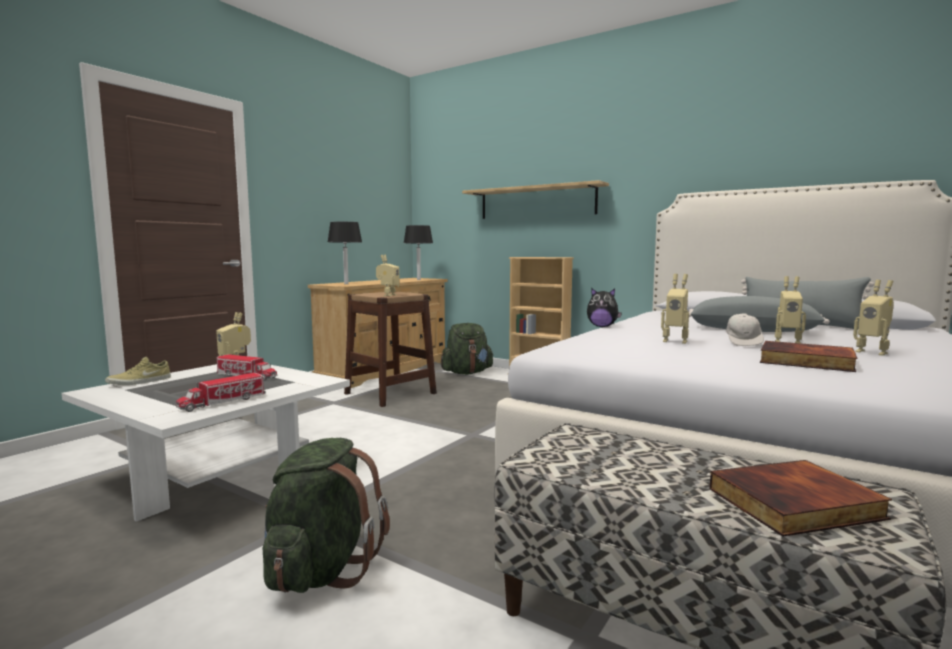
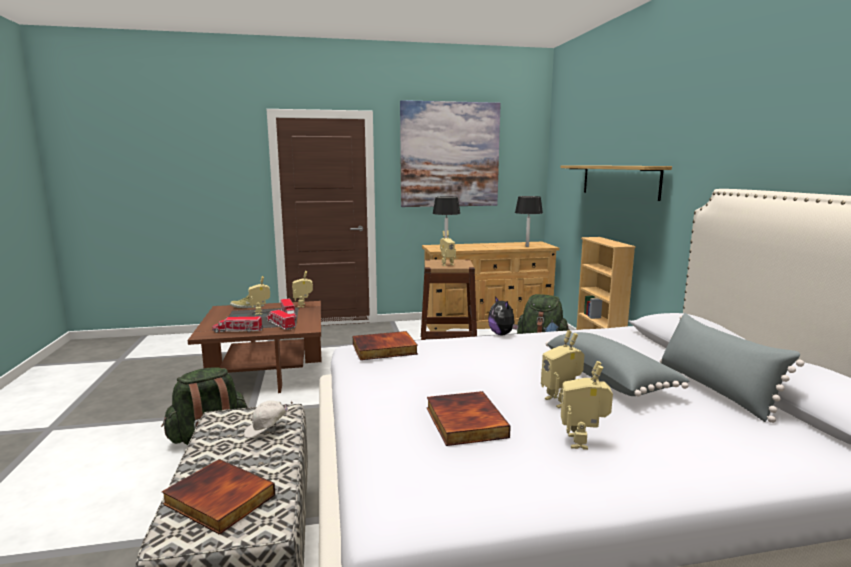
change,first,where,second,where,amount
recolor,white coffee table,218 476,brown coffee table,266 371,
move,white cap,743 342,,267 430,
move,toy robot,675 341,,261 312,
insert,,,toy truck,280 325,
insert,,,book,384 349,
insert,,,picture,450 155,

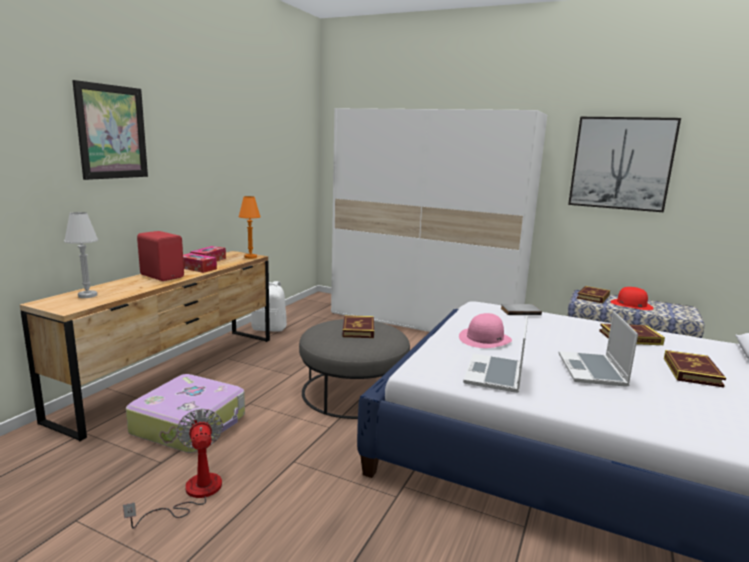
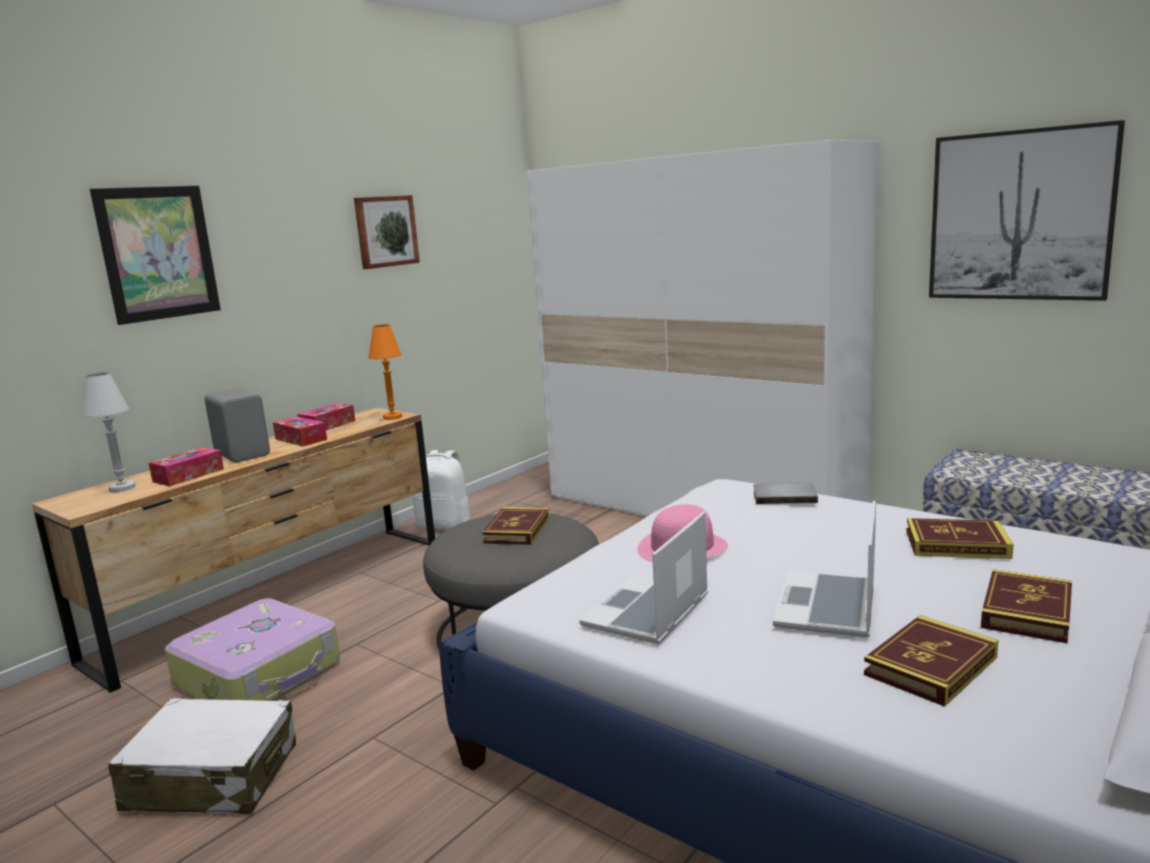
change,first,where,second,where,amount
replace,fan,192 494,white suitcase,212 777,
insert,,,tissue box,188 475,
recolor,red speaker,162 276,grey speaker,243 454,
insert,,,picture,385 231,
move,book,593 297,,931 666,
delete,red hat,631 304,,,

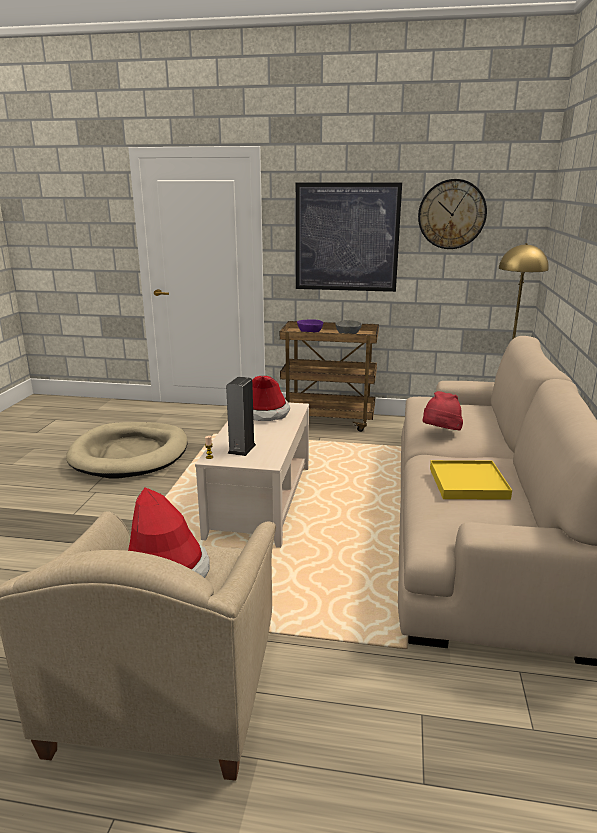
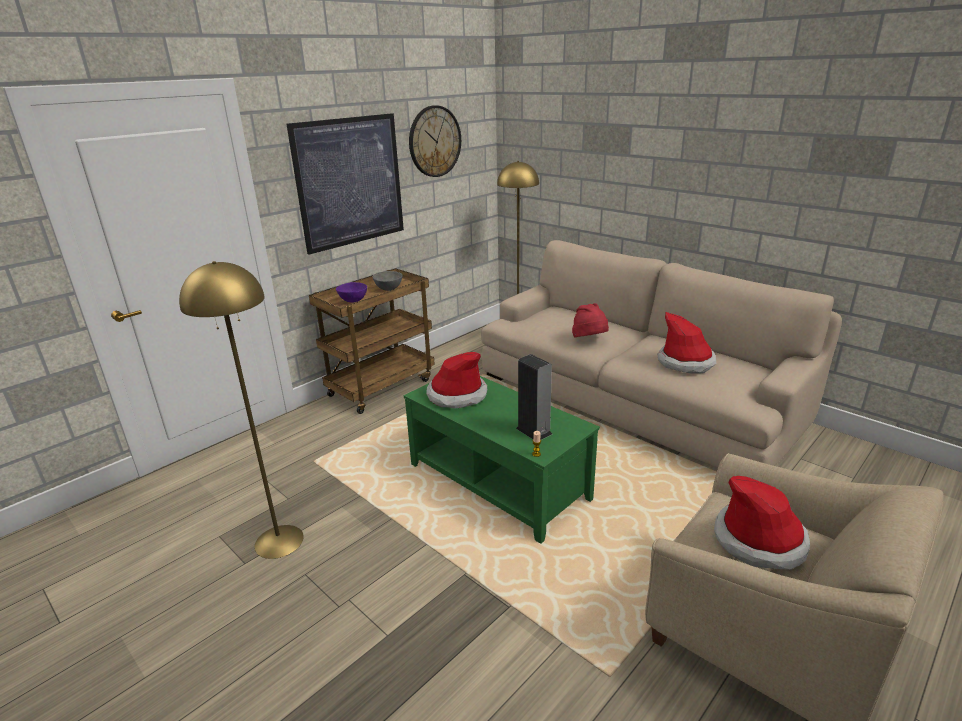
change,first,where,second,where,amount
replace,beige dog bed,130 454,yellow floor lamp,279 541,
recolor,beige coffee table,260 501,green coffee table,498 482,
replace,yellow tray,468 483,hat,686 362,

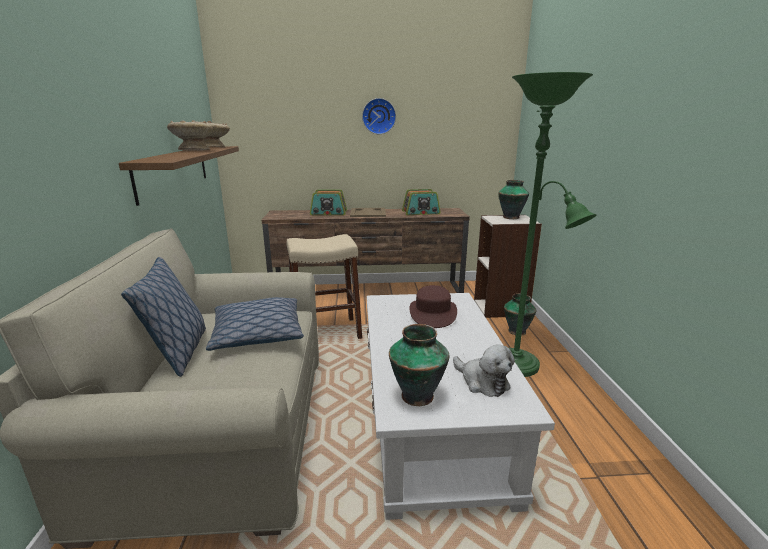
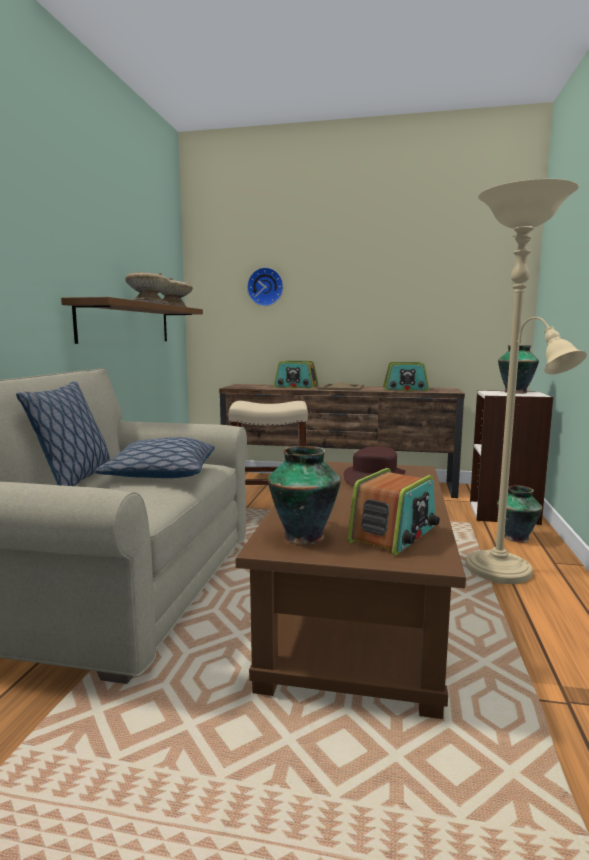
change,first,where,second,where,amount
recolor,white coffee table,432 419,brown coffee table,358 609,
move,wall clock,379 116,,265 287,
replace,plush toy,482 382,radio,393 534,
recolor,green floor lamp,520 367,beige floor lamp,504 573,

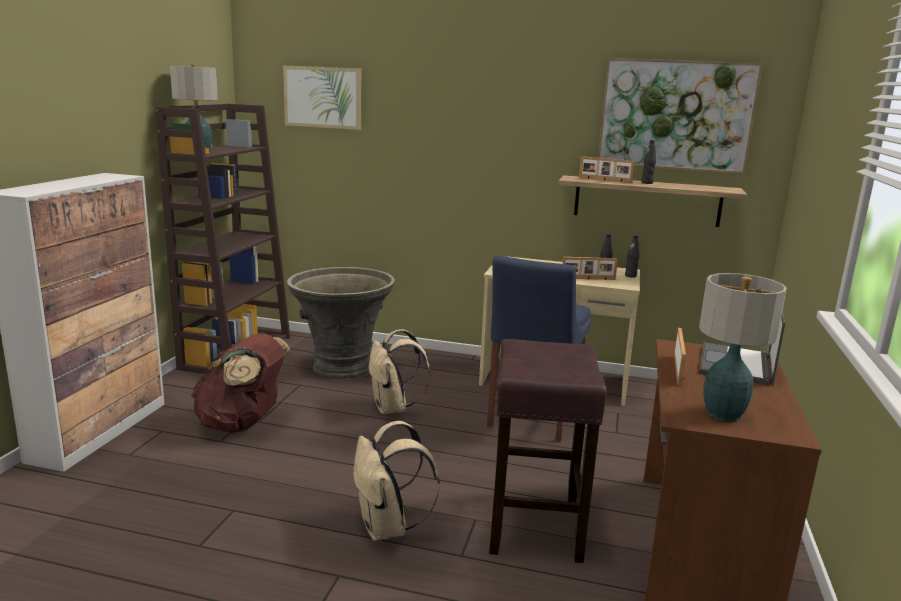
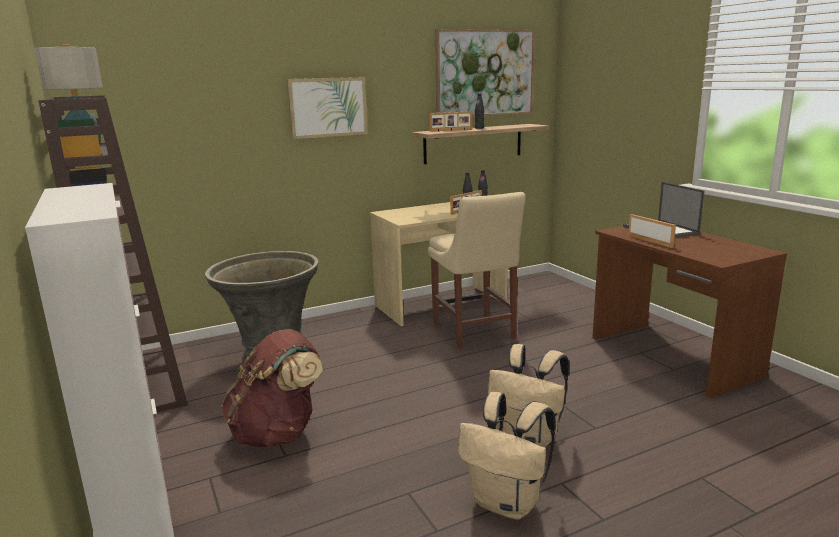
change,first,where,second,where,amount
move,picture,323 97,,328 107,
recolor,blue chair,531 419,beige chair,475 333,
move,beige backpack,393 408,,507 503,
delete,brown stool,534 524,,,
delete,table lamp,724 413,,,

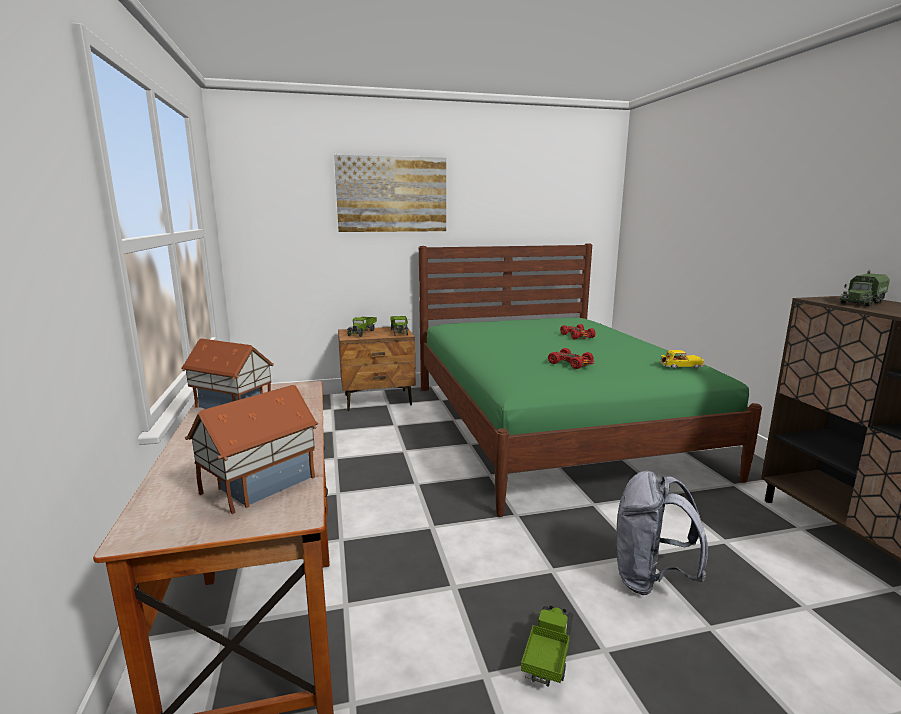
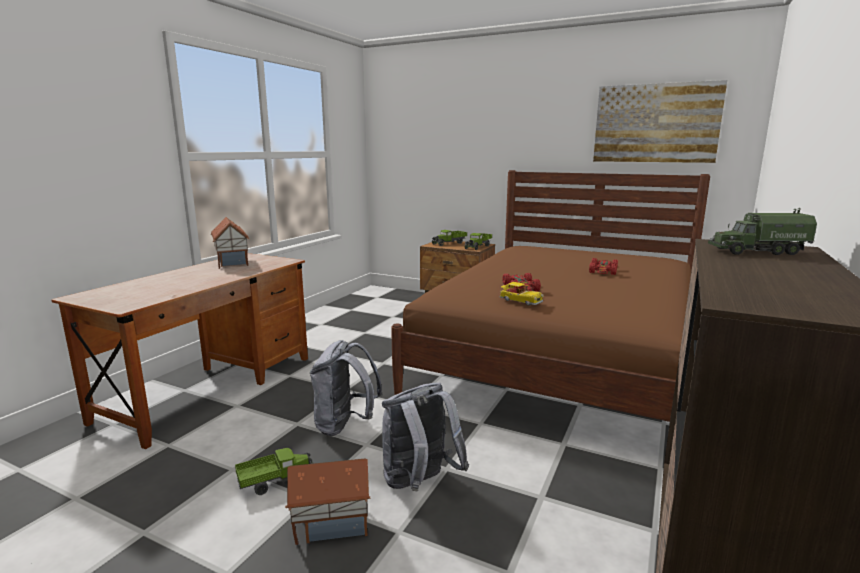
change,first,where,second,where,amount
move,toy house,258 485,,331 523,
insert,,,grey backpack,345 426,
recolor,green bed,551 426,brown bed,563 360,
move,toy car,680 366,,520 301,
move,picture,392 194,,655 123,

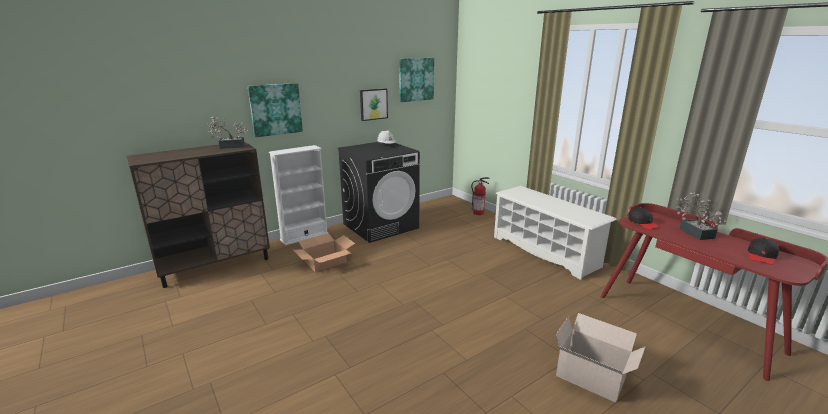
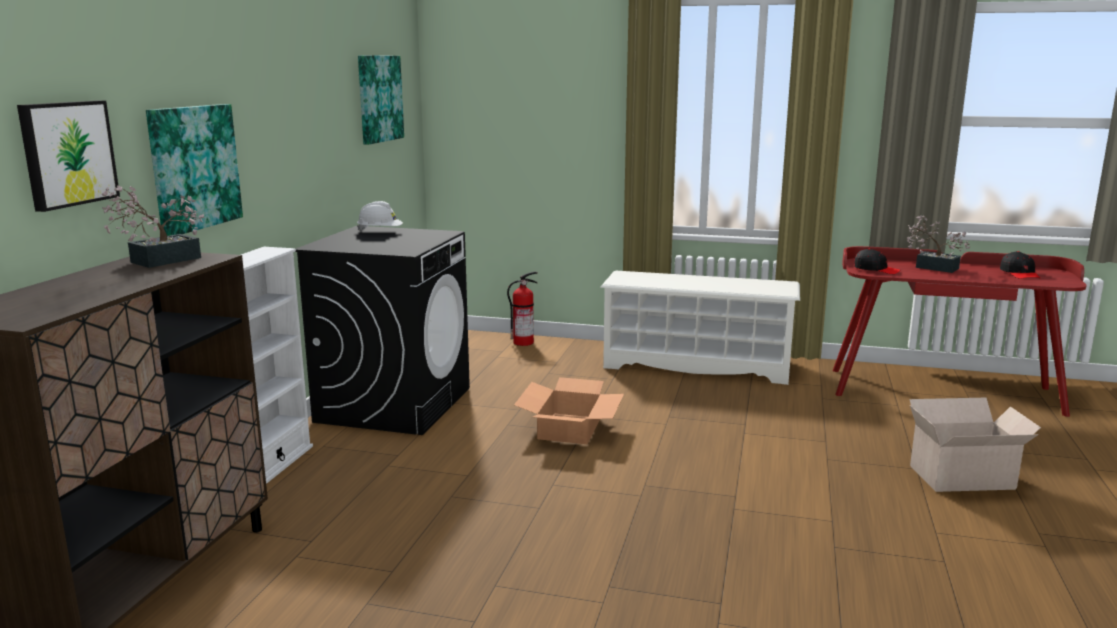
change,first,where,second,where,amount
move,picture,373 104,,67 153,
move,cardboard box,325 261,,569 428,

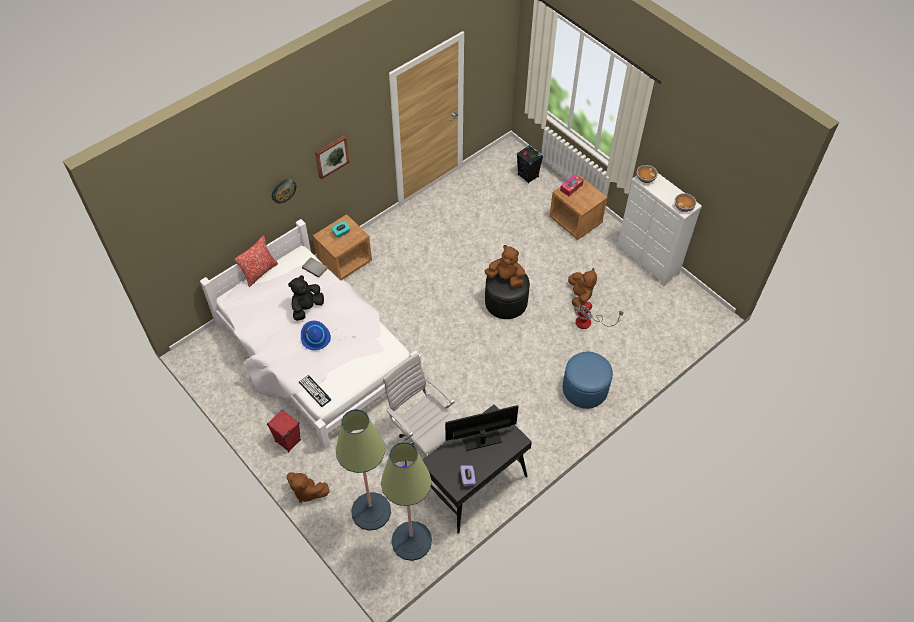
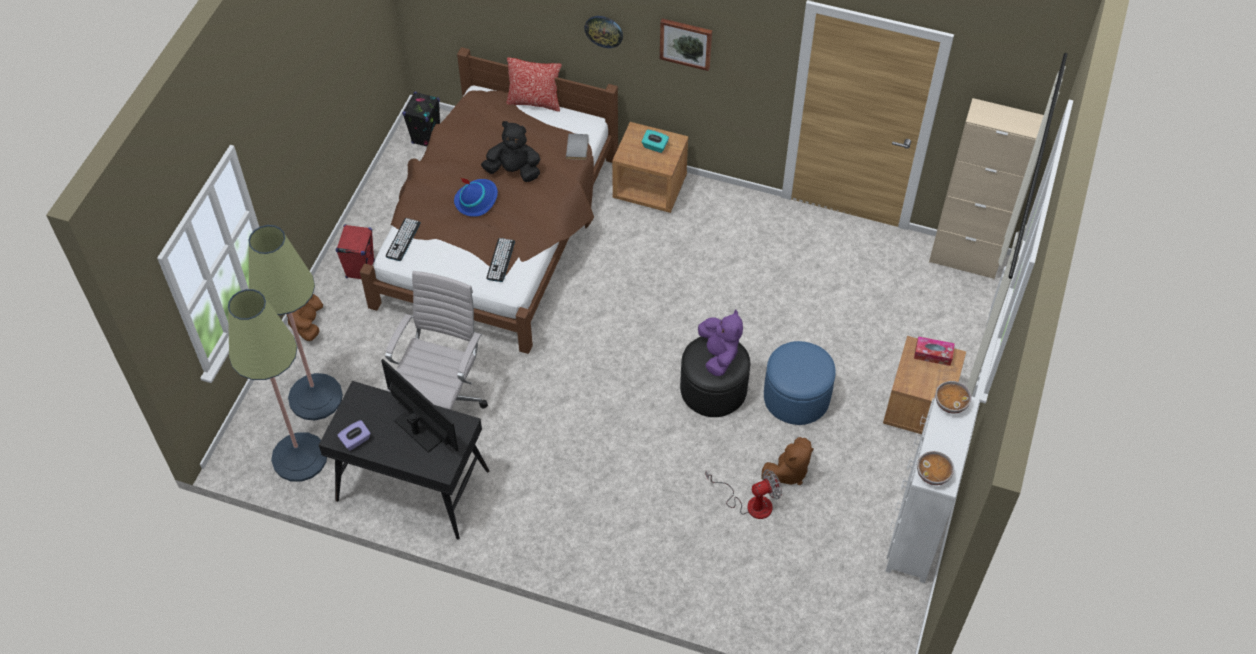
change,first,where,second,where,amount
recolor,white bed,316 353,brown bed,496 232,
move,black speaker,528 176,,426 138,
insert,,,keyboard,500 260,
recolor,brown plush toy,506 278,purple plush toy,719 355,
rotate,fan,589 322,,750 503,150 degrees clockwise
move,blue ottoman,585 389,,796 397,
insert,,,beige cabinet,964 259,

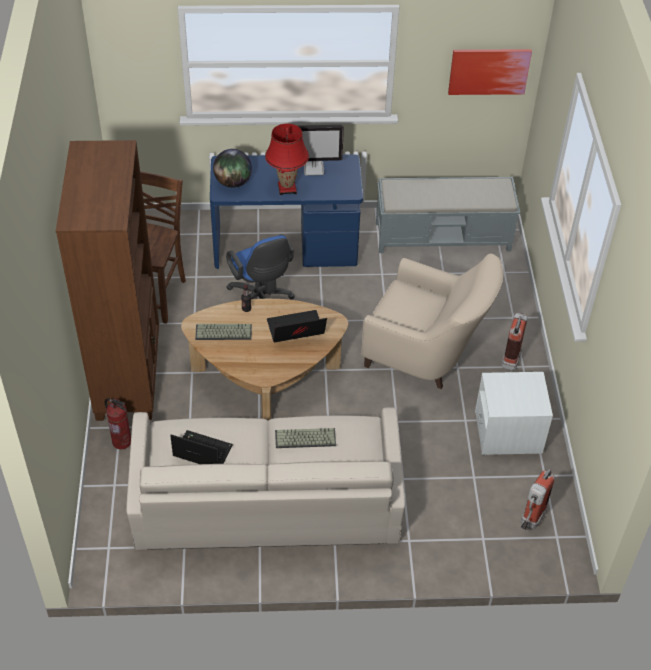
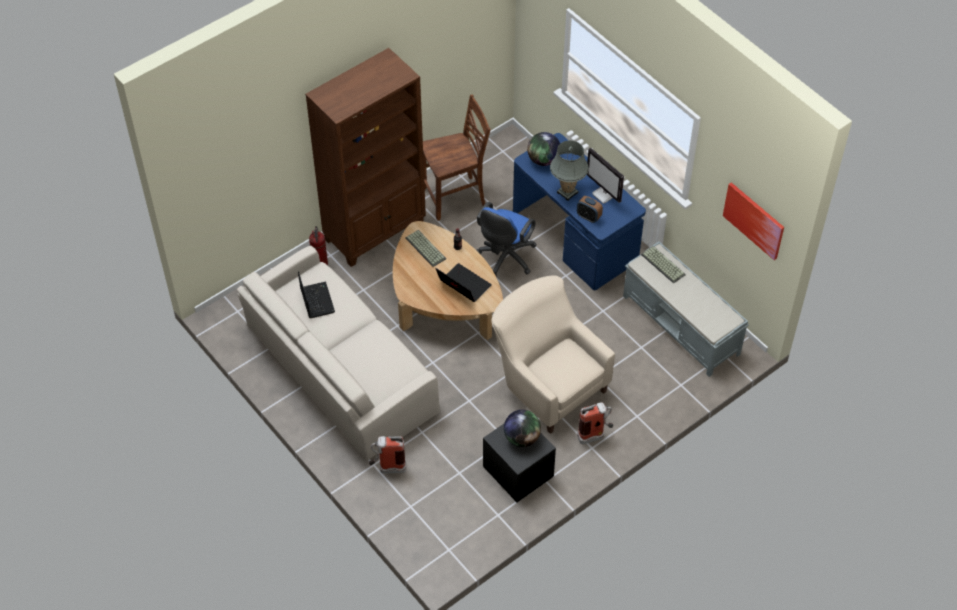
change,first,where,second,where,amount
move,fire extinguisher,530 521,,387 468,
recolor,white nightstand,508 433,black nightstand,518 472,
rotate,beige armchair,427 355,,547 383,150 degrees clockwise
insert,,,globe,522 438,
recolor,red table lamp,287 188,grey table lamp,567 192,
insert,,,alarm clock,588 217,
move,keyboard,304 439,,662 265,

